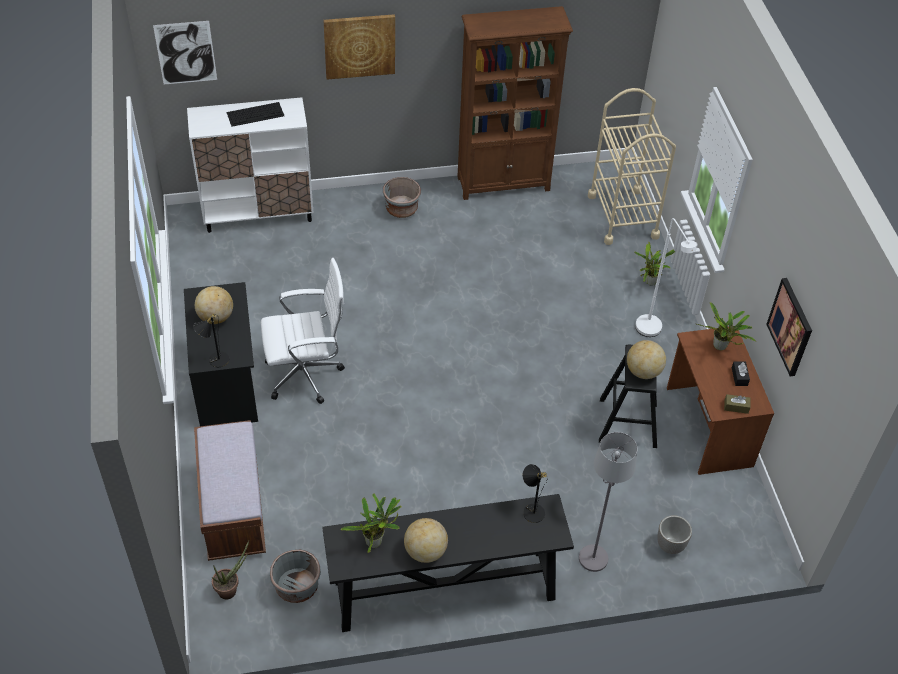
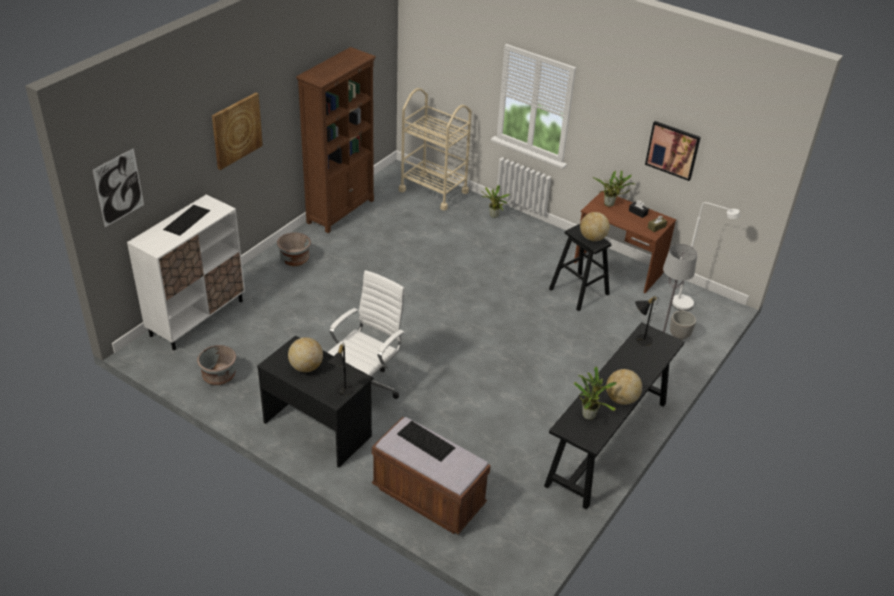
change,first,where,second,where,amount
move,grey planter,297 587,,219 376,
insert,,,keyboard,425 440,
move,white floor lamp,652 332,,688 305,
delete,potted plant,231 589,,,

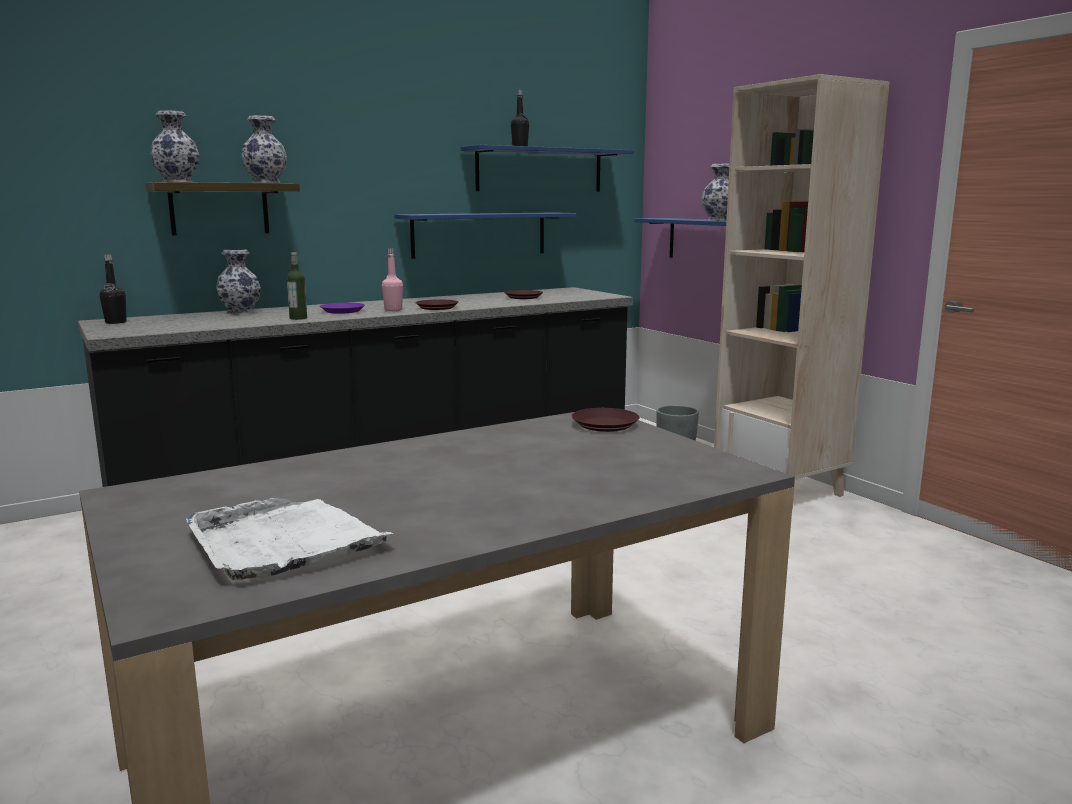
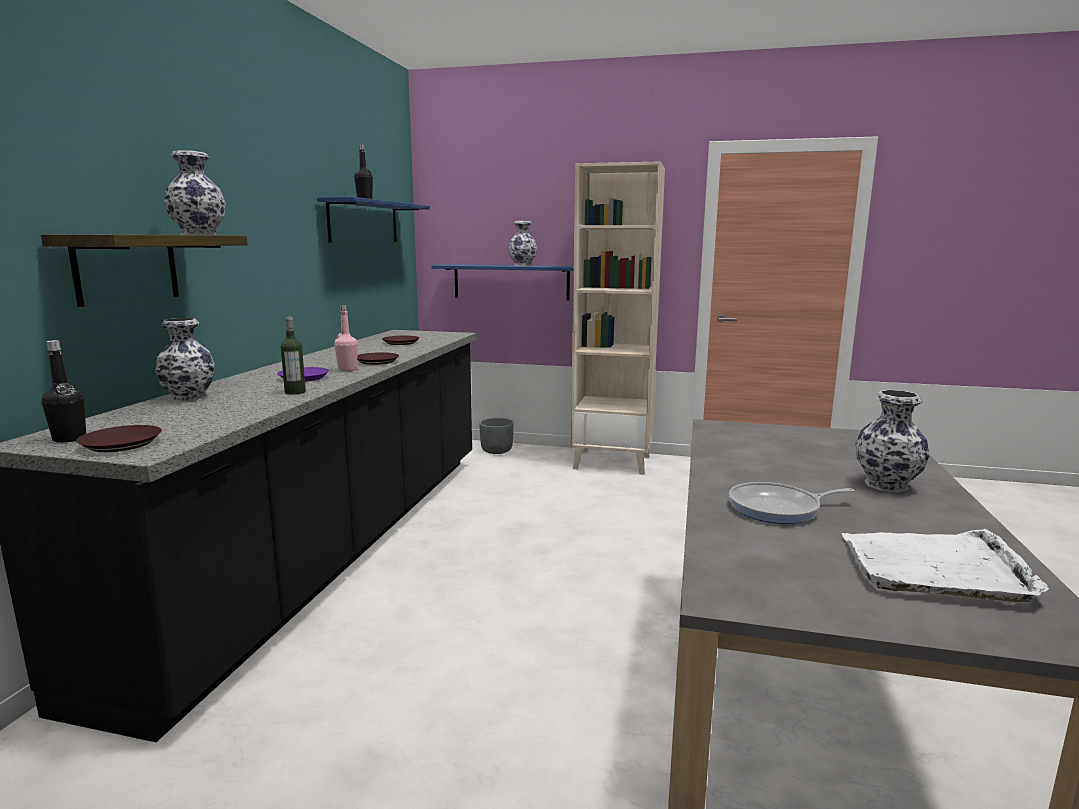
change,first,where,second,where,amount
move,brown plate,605 424,,121 444,
insert,,,frying pan,778 508,
move,vase,176 182,,886 485,
delete,blue shelf,479 234,,,

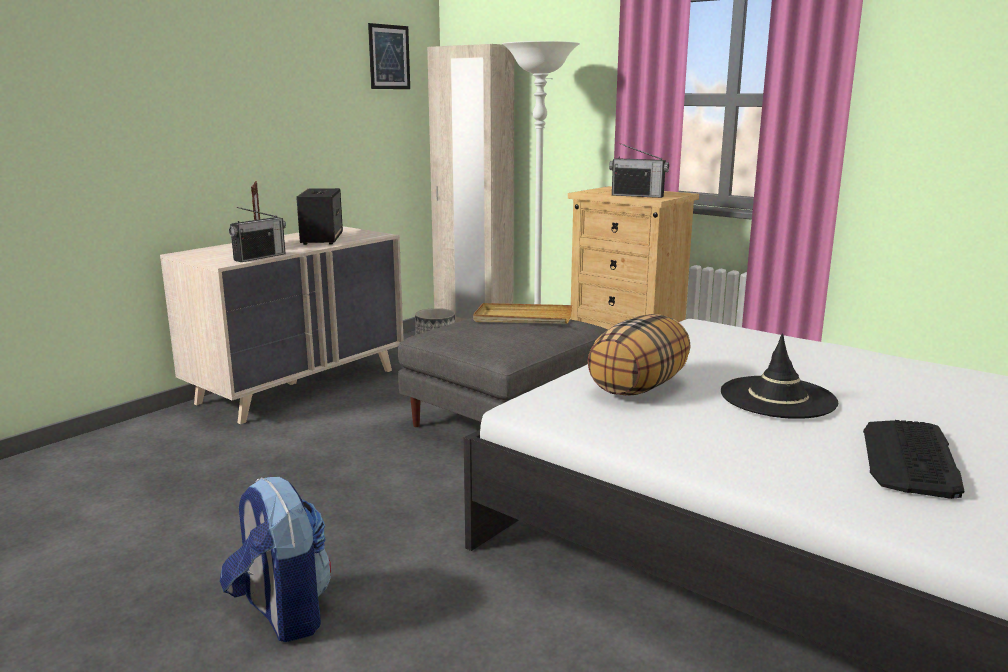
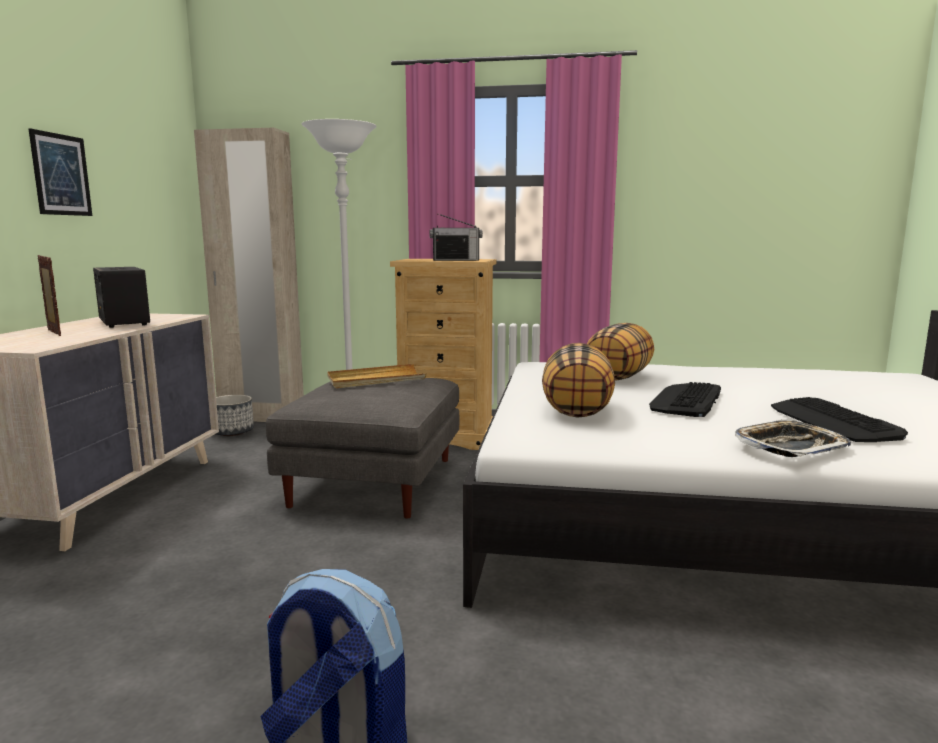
change,first,where,second,where,amount
move,picture,389 57,,61 174,
insert,,,pillow,618 377,
replace,black hat,778 398,keyboard,686 400,
insert,,,tray,790 446,
delete,radio,259 257,,,

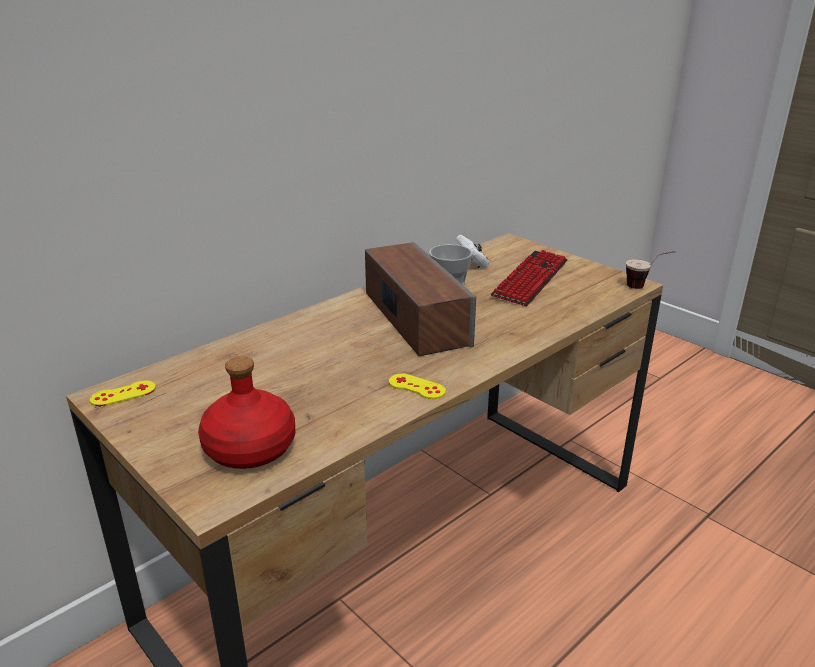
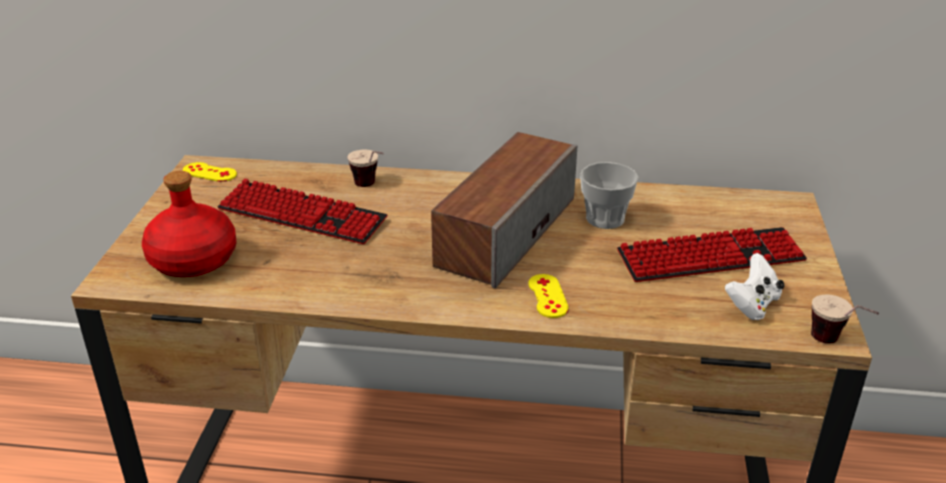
change,first,where,second,where,amount
insert,,,keyboard,301 215,
insert,,,cup,371 187,
move,yellow game controller,416 387,,548 296,
move,white game controller,473 263,,752 305,

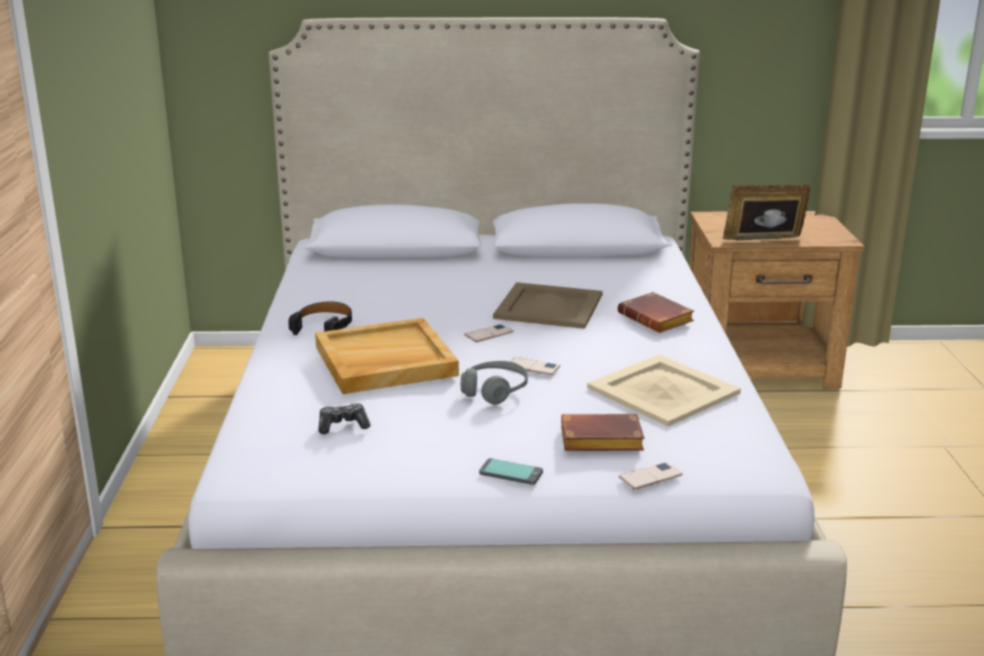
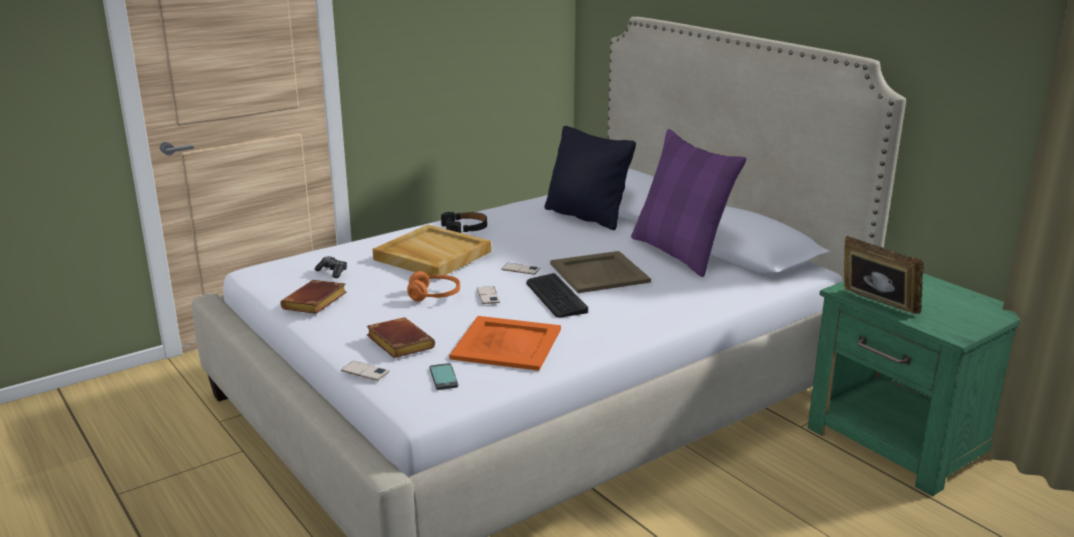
change,first,where,second,where,amount
move,brown book,658 319,,315 303,
recolor,grey headphones,494 391,orange headphones,434 295,
move,phone,511 473,,444 377,
recolor,beige tray,661 390,orange tray,506 343,
insert,,,keyboard,555 297,
insert,,,black pillow,586 216,
insert,,,purple pillow,679 253,
recolor,brown nightstand,761 366,green nightstand,901 442,

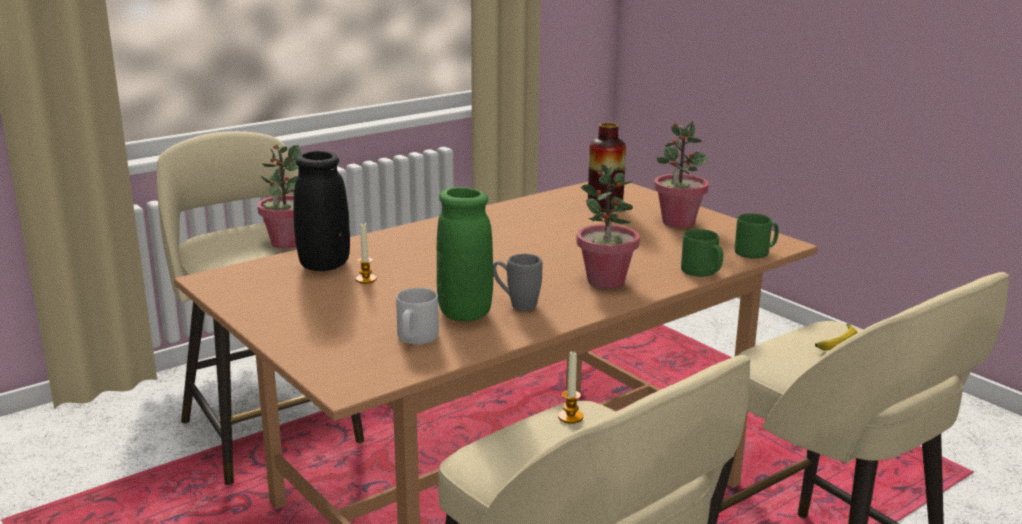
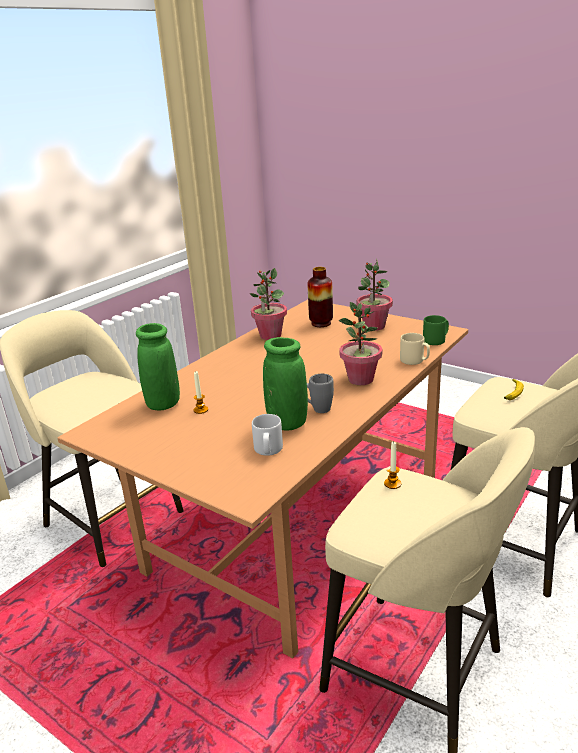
change,first,where,second,where,amount
recolor,black vase,325 265,green vase,163 404,
move,potted plant,287 242,,270 335,
recolor,green mug,702 272,beige mug,414 361,

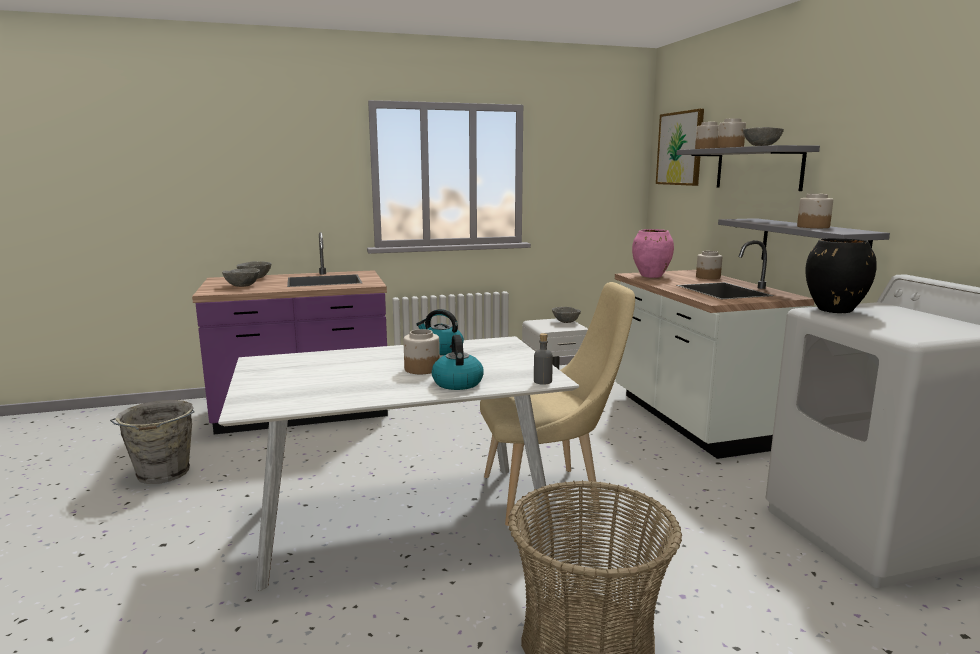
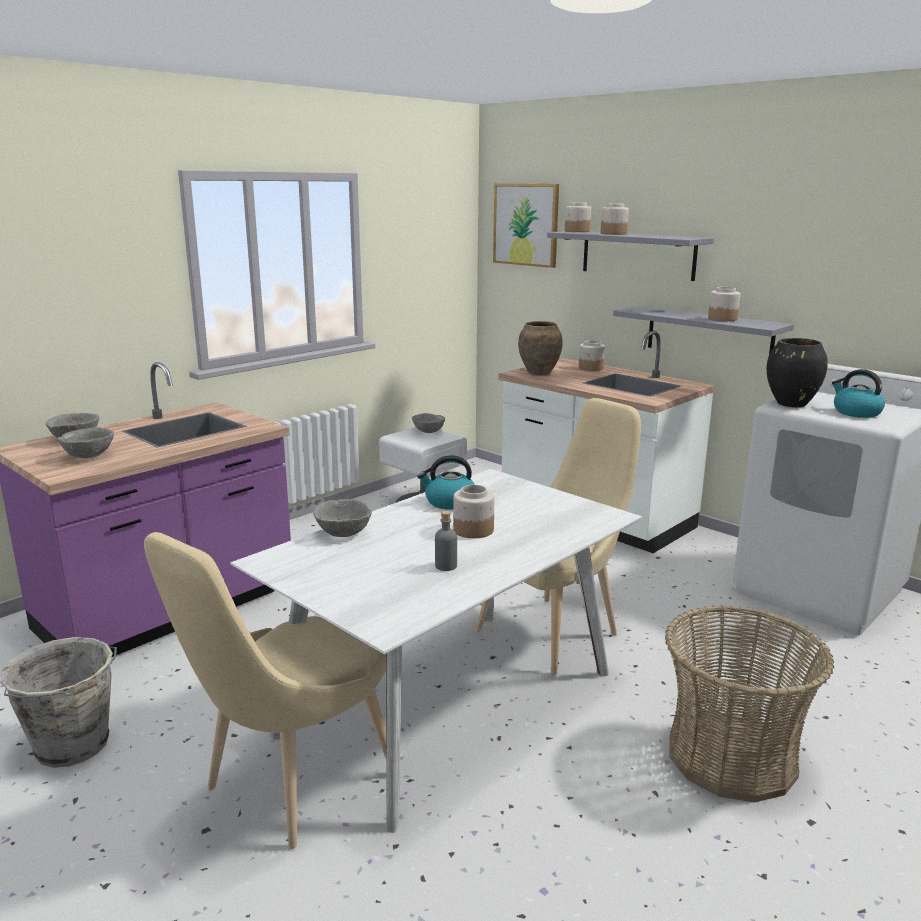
change,first,where,second,where,amount
insert,,,beige chair,291 787,
move,grey bowl,760 146,,343 533,
move,grey bottle,542 381,,446 566,
recolor,pink vase,651 276,brown vase,539 373,
move,kettle,457 382,,855 412,

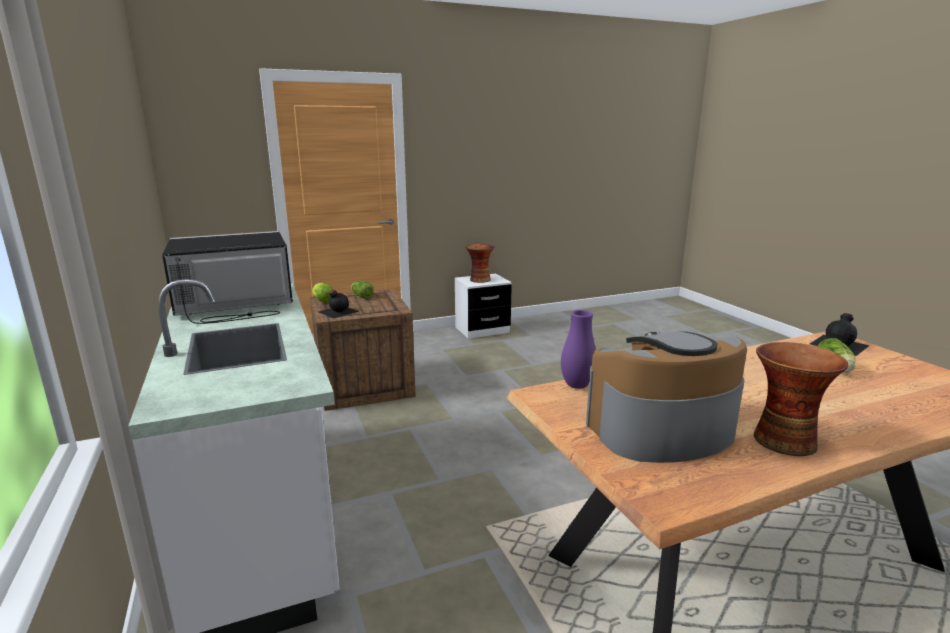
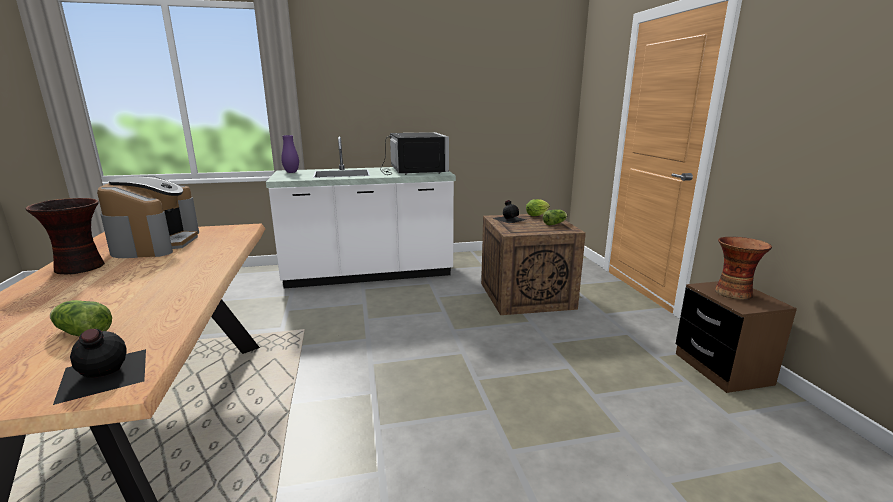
change,first,where,second,where,amount
move,purple vase,577 385,,291 172,
recolor,white nightstand,482 330,brown nightstand,722 369,

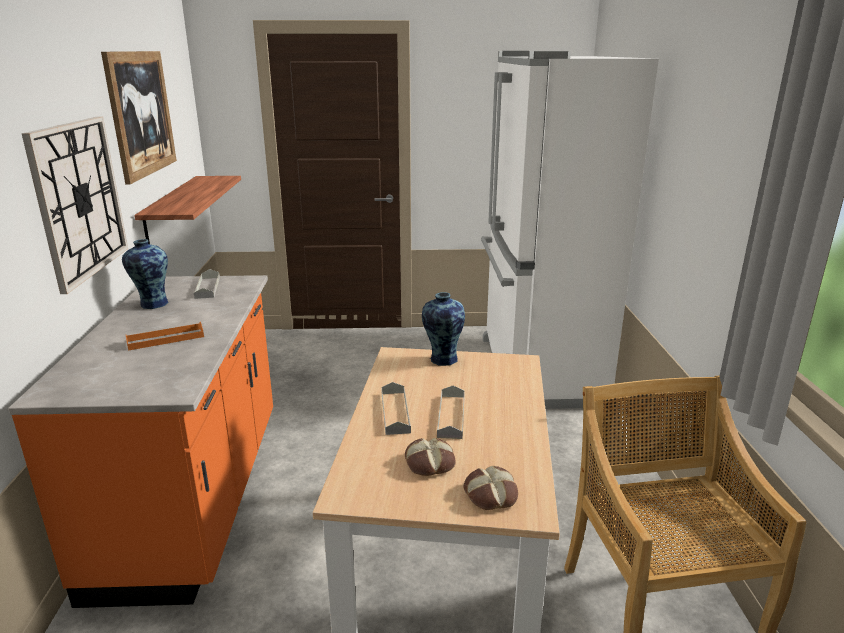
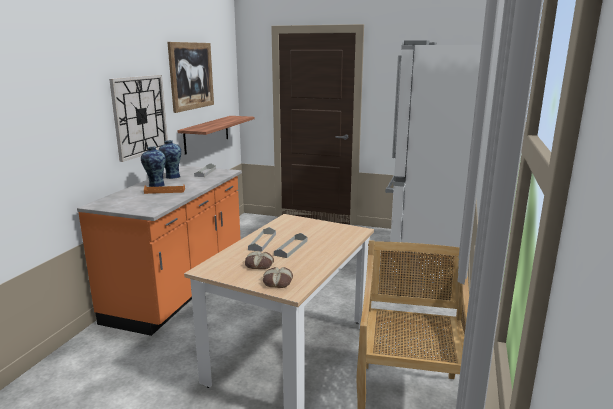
change,first,where,second,where,amount
move,vase,442 359,,156 185,

